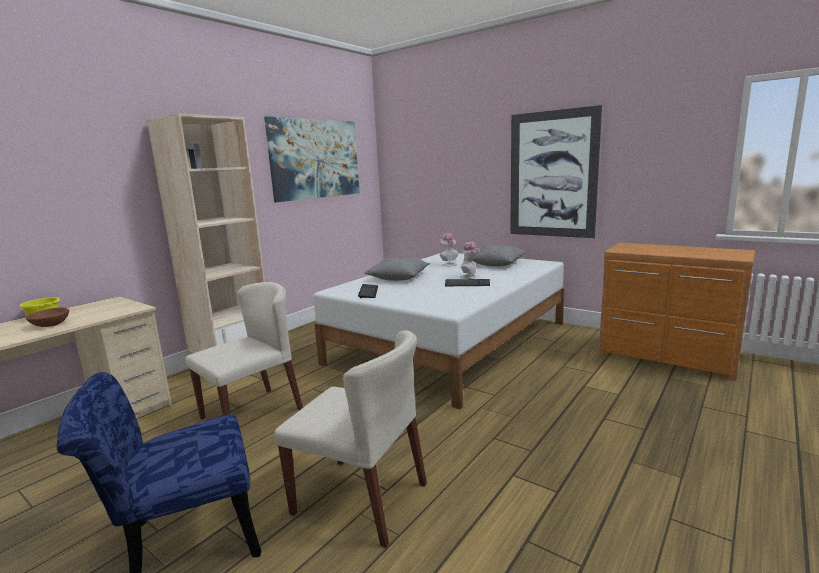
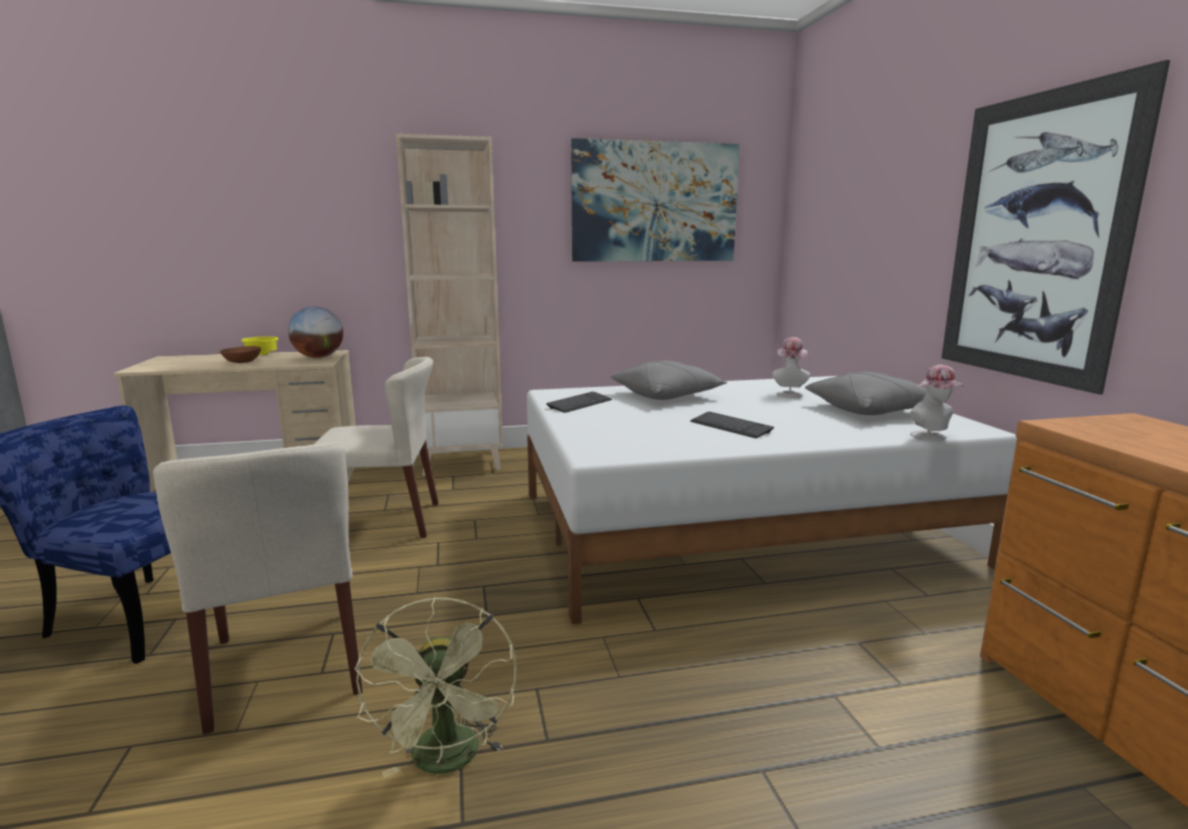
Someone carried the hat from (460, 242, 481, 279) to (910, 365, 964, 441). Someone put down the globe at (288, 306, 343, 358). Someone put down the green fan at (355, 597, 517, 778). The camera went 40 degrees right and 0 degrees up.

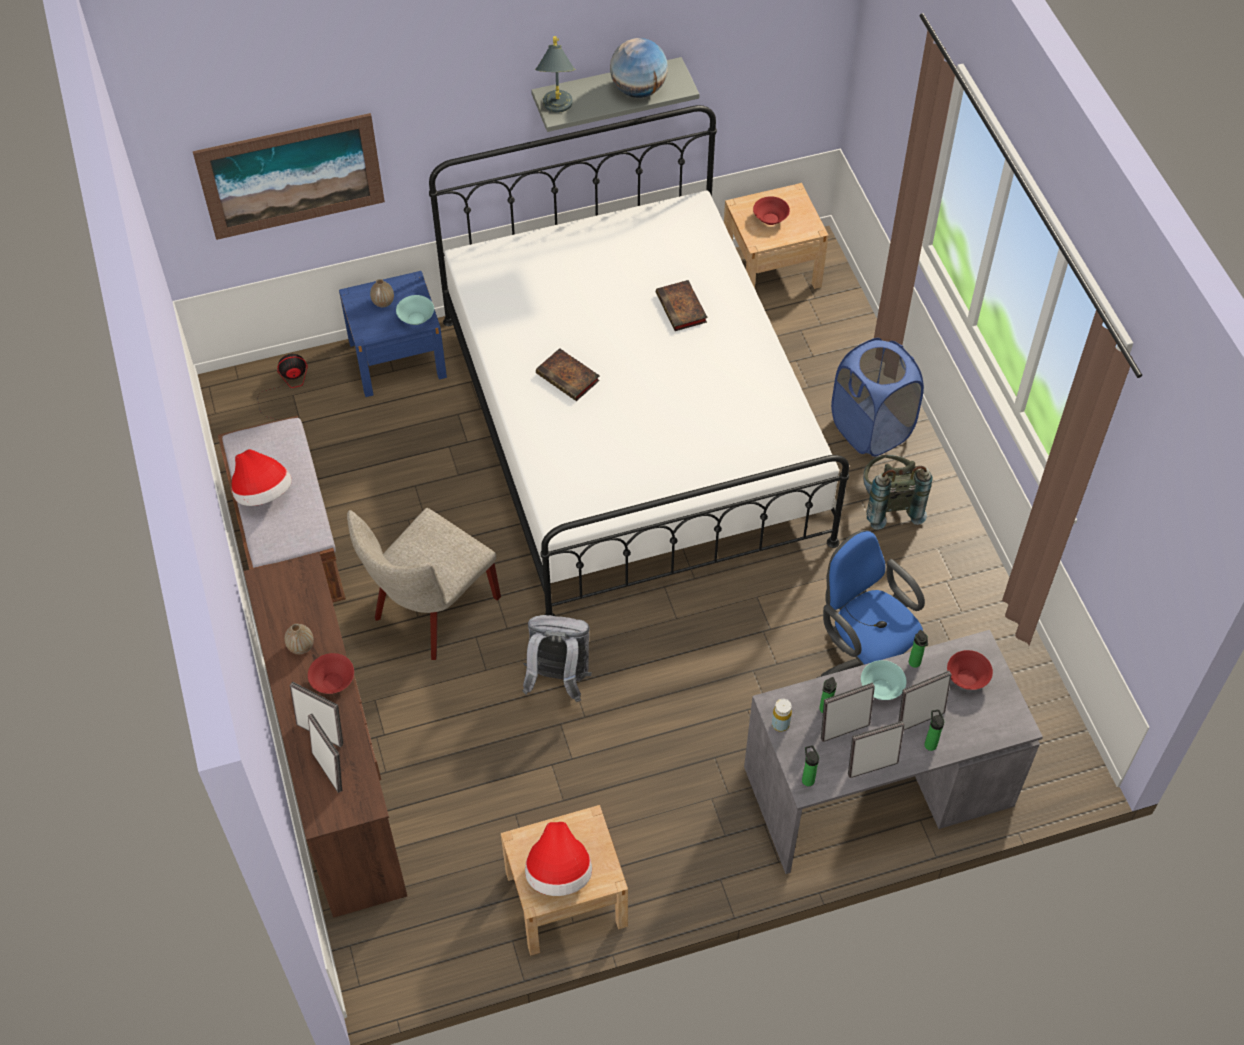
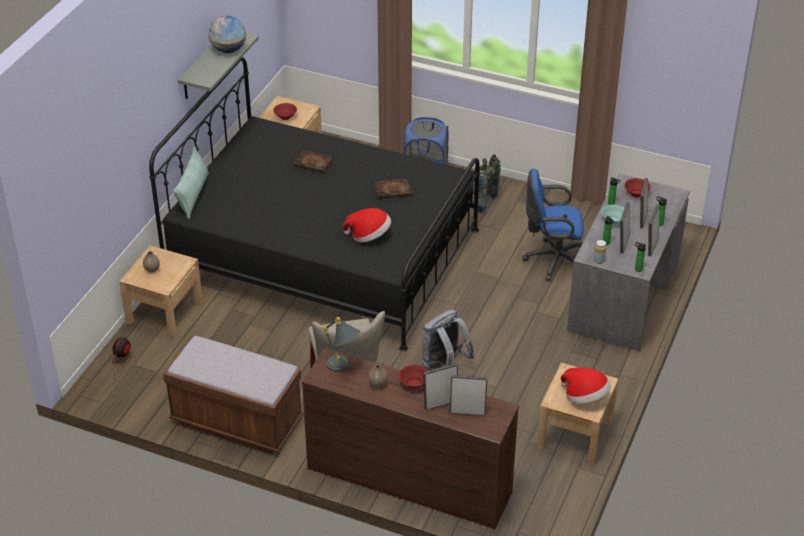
Someone carried the grey table lamp from (535, 36, 575, 113) to (322, 317, 361, 372). Someone repainted the white bed at (429, 105, 849, 616), which became the black bed at (149, 57, 480, 351). Someone took away the picture at (193, 113, 385, 240). Someone repainted the blue nightstand at (339, 271, 447, 397), which became the beige nightstand at (119, 245, 203, 338). Someone took away the turquoise bowl at (396, 295, 434, 325). Someone carried the book from (536, 348, 600, 401) to (374, 178, 412, 199). Someone carried the hat from (232, 449, 292, 506) to (343, 208, 391, 243). Someone put down the pillow at (173, 146, 209, 219). The camera went 50 degrees left and 15 degrees down.

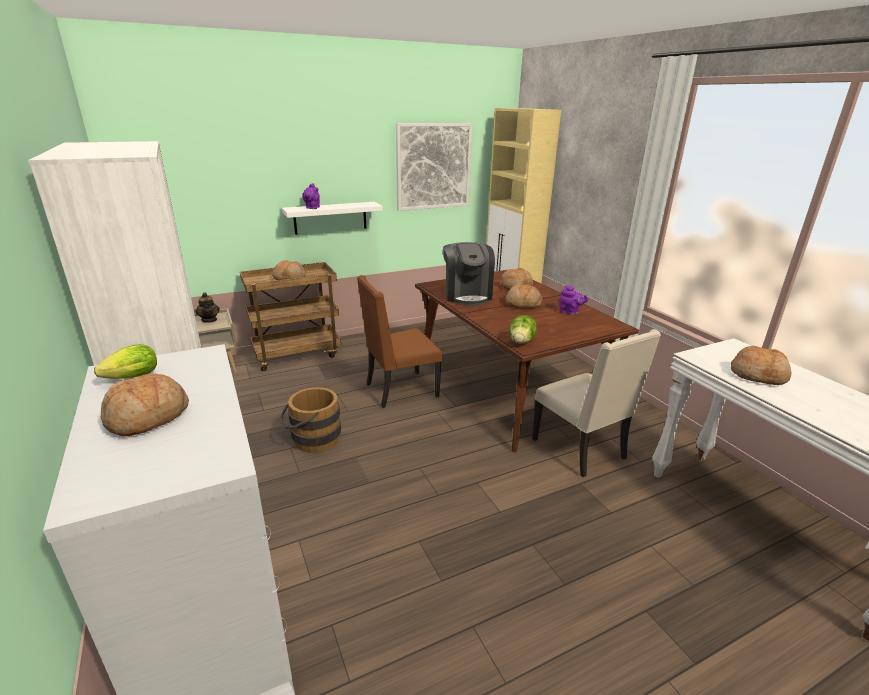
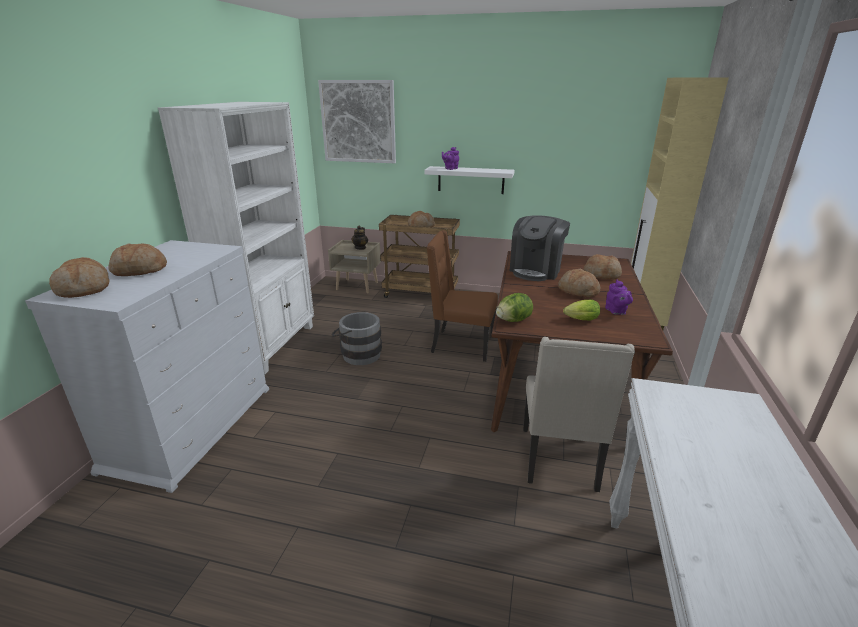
Someone carried the picture from (396, 123, 472, 211) to (318, 80, 396, 163). Someone carried the lettuce from (94, 344, 157, 379) to (563, 300, 600, 320). Someone carried the bread from (731, 345, 791, 385) to (49, 257, 110, 298). Someone repainted the brown bucket at (280, 387, 341, 453), which became the grey bucket at (331, 312, 382, 365). The camera went 40 degrees right and 0 degrees up.

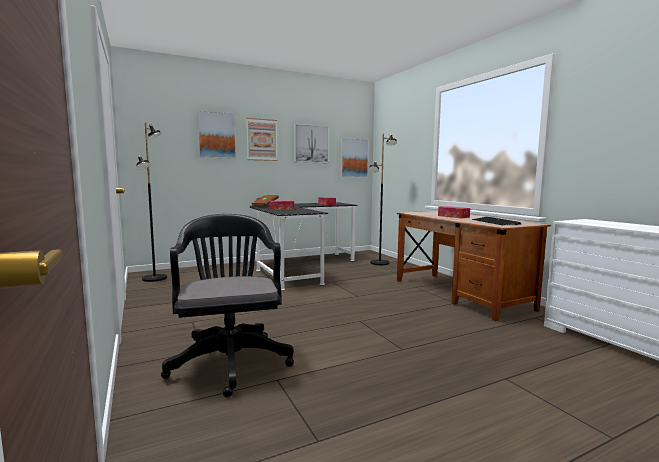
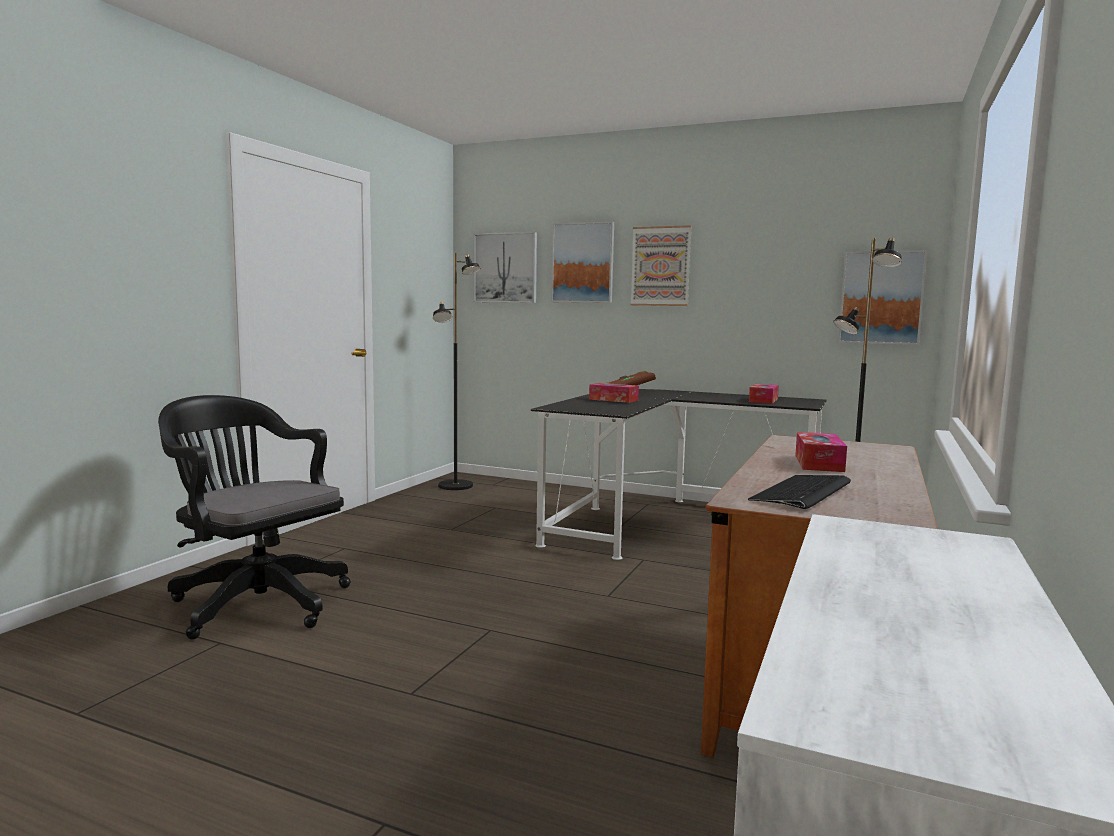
Someone carried the picture from (294, 124, 329, 163) to (473, 232, 537, 303). Someone rotated the black office chair at (161, 214, 294, 397) by 90 degrees counterclockwise. The camera went 50 degrees right and 0 degrees up.

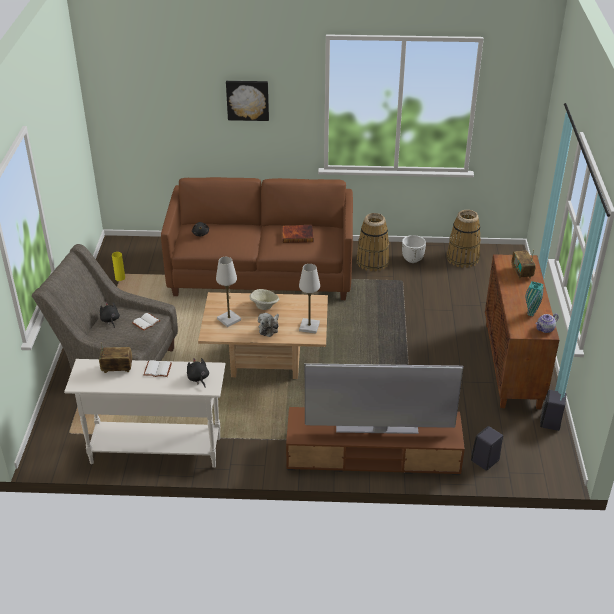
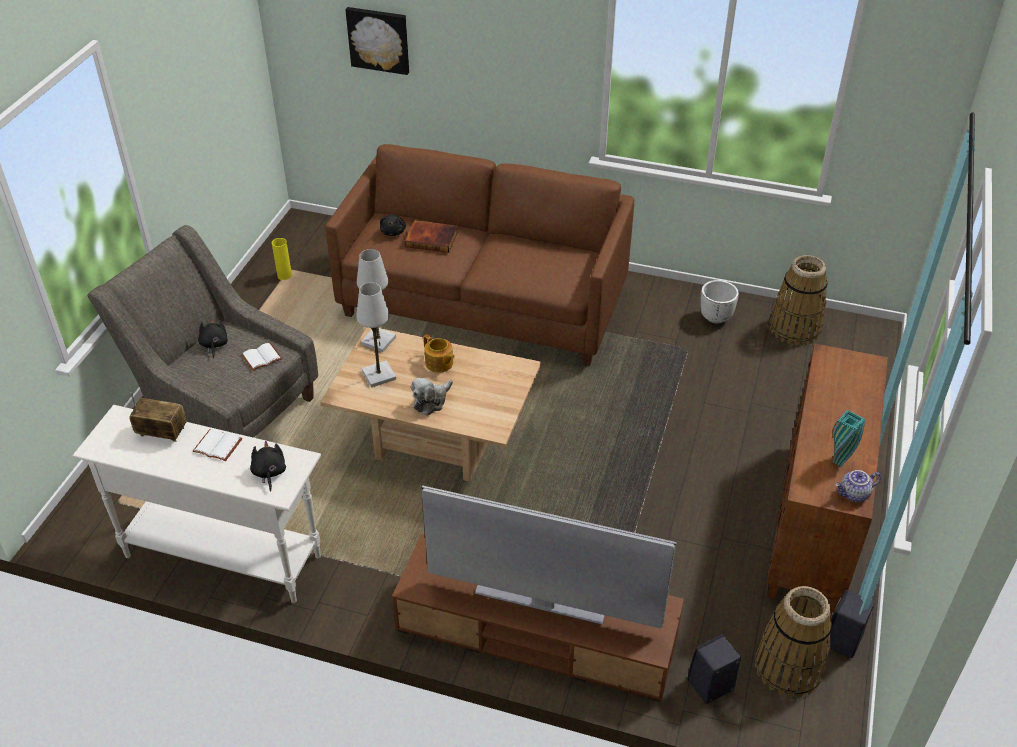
Someone carried the picture from (226, 81, 269, 121) to (345, 7, 409, 75). Someone carried the basket from (356, 213, 389, 272) to (755, 586, 832, 697). Someone carried the book from (282, 225, 313, 243) to (405, 220, 458, 253). Someone took away the radio at (511, 250, 536, 279). Someone carried the white table lamp from (299, 264, 320, 334) to (357, 249, 396, 352). Someone swapped the beige bowl at (250, 289, 279, 310) for the teapot at (423, 334, 455, 373). The camera went 15 degrees right and 5 degrees up.

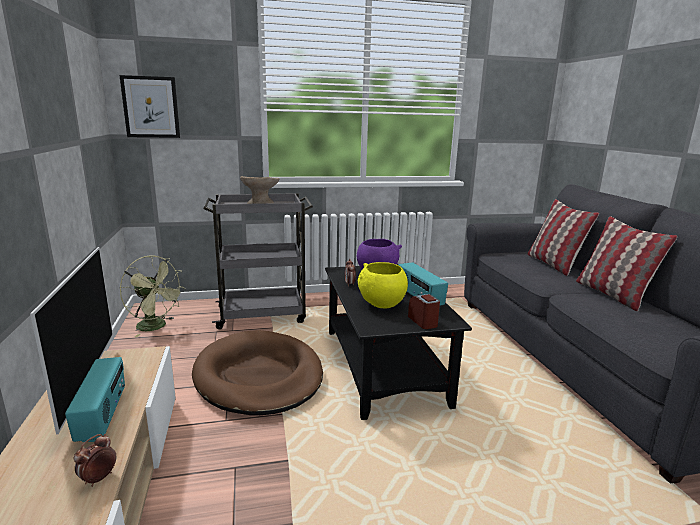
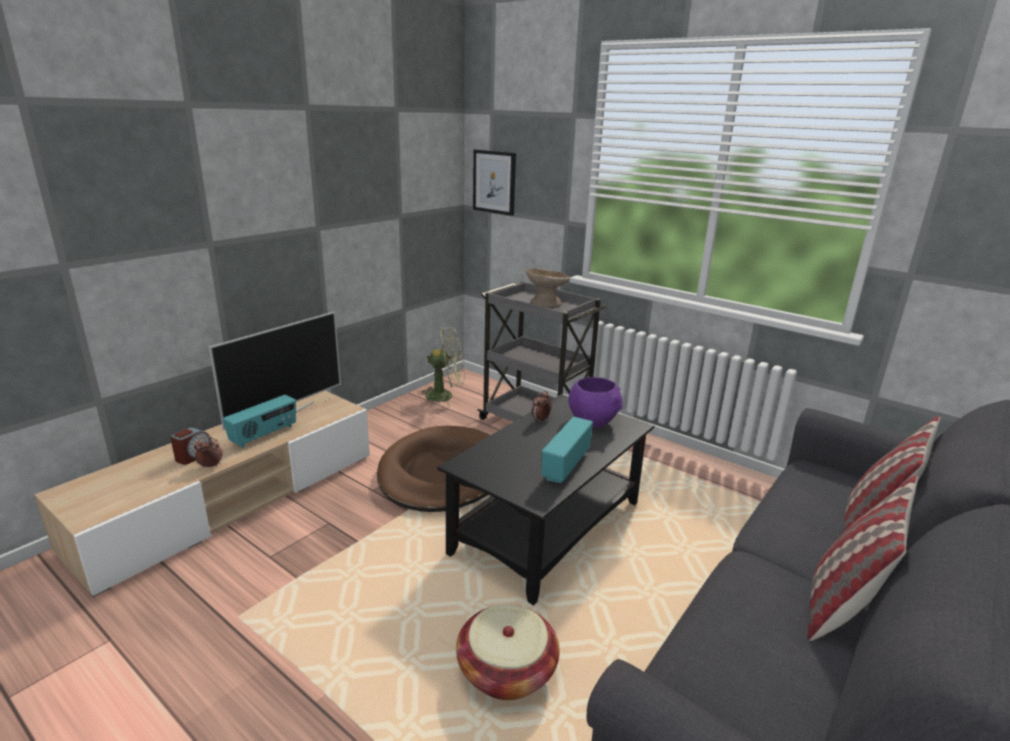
Someone rotated the green fan at (120, 256, 185, 337) by 90 degrees counterclockwise. Someone took away the yellow bowl at (358, 262, 408, 308). Someone carried the alarm clock from (408, 294, 440, 329) to (170, 427, 211, 465). Someone put down the basket at (456, 604, 560, 700). The camera went 50 degrees right and 5 degrees up.

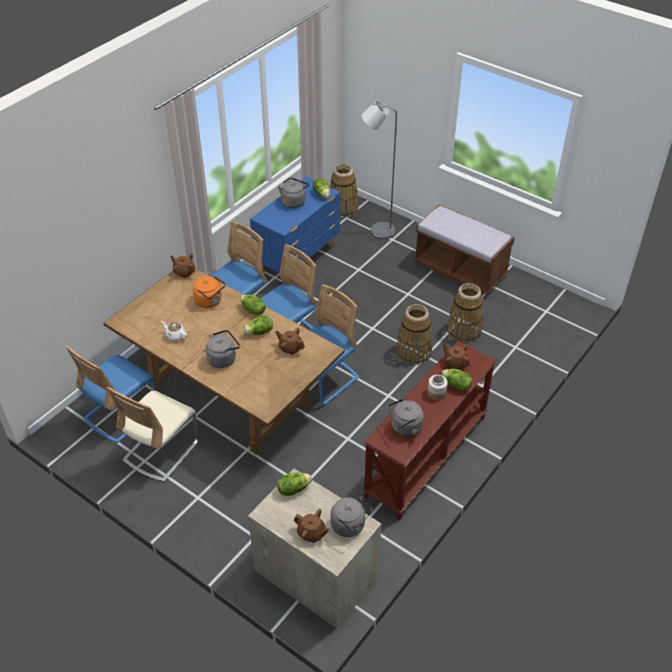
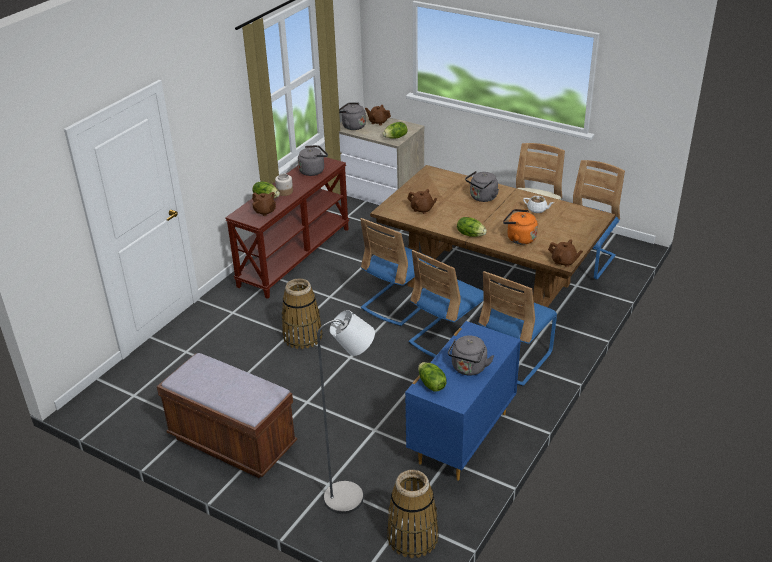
Someone took away the basket at (447, 283, 483, 343). Someone took away the lettuce at (243, 316, 273, 335). The camera went 175 degrees right and 10 degrees down.

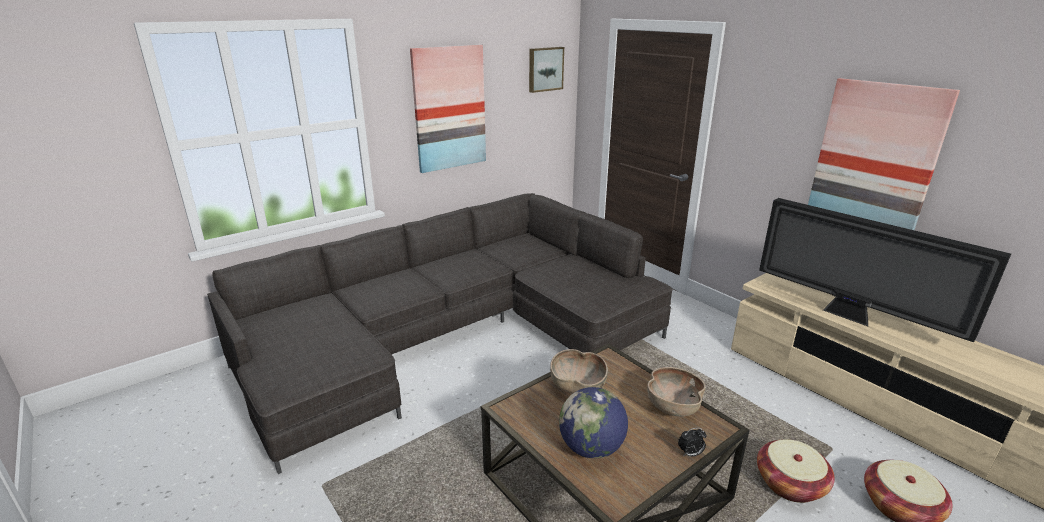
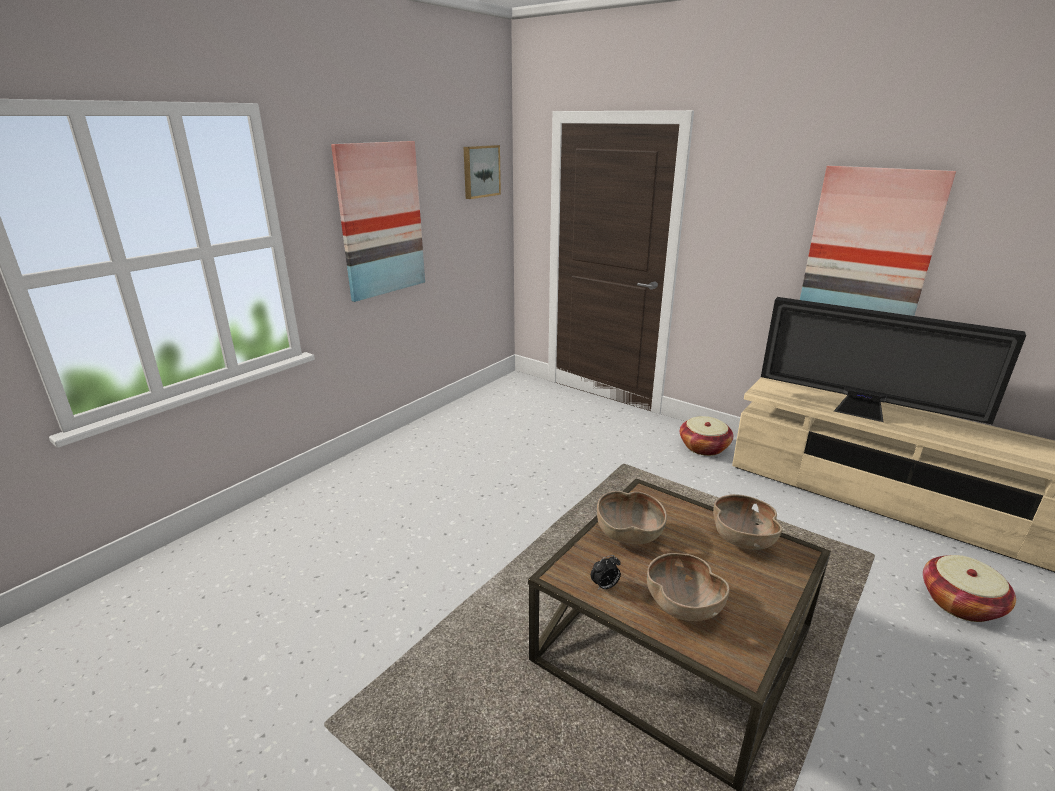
Someone took away the grey sofa at (207, 193, 673, 474). Someone swapped the globe at (559, 387, 628, 459) for the brown bowl at (647, 553, 730, 621). Someone carried the alarm clock from (678, 428, 707, 457) to (591, 555, 621, 590). Someone carried the basket from (757, 439, 835, 503) to (680, 416, 733, 456). The camera went 15 degrees left and 0 degrees up.

